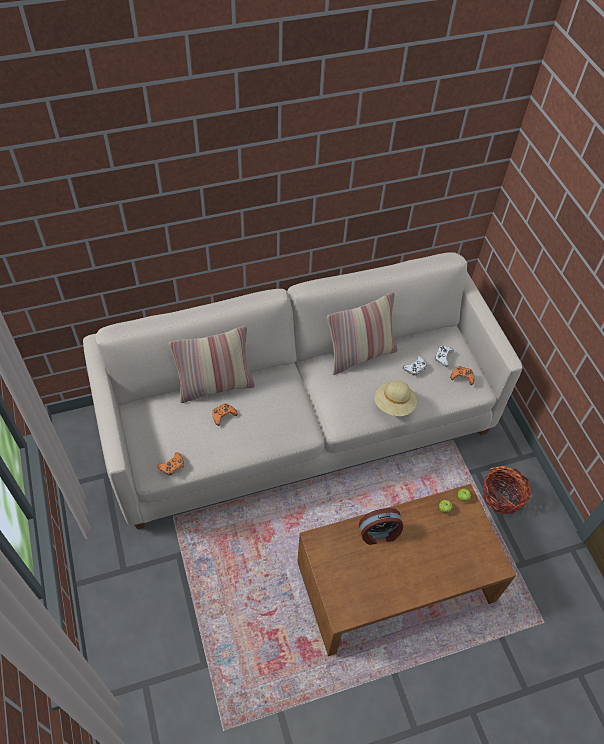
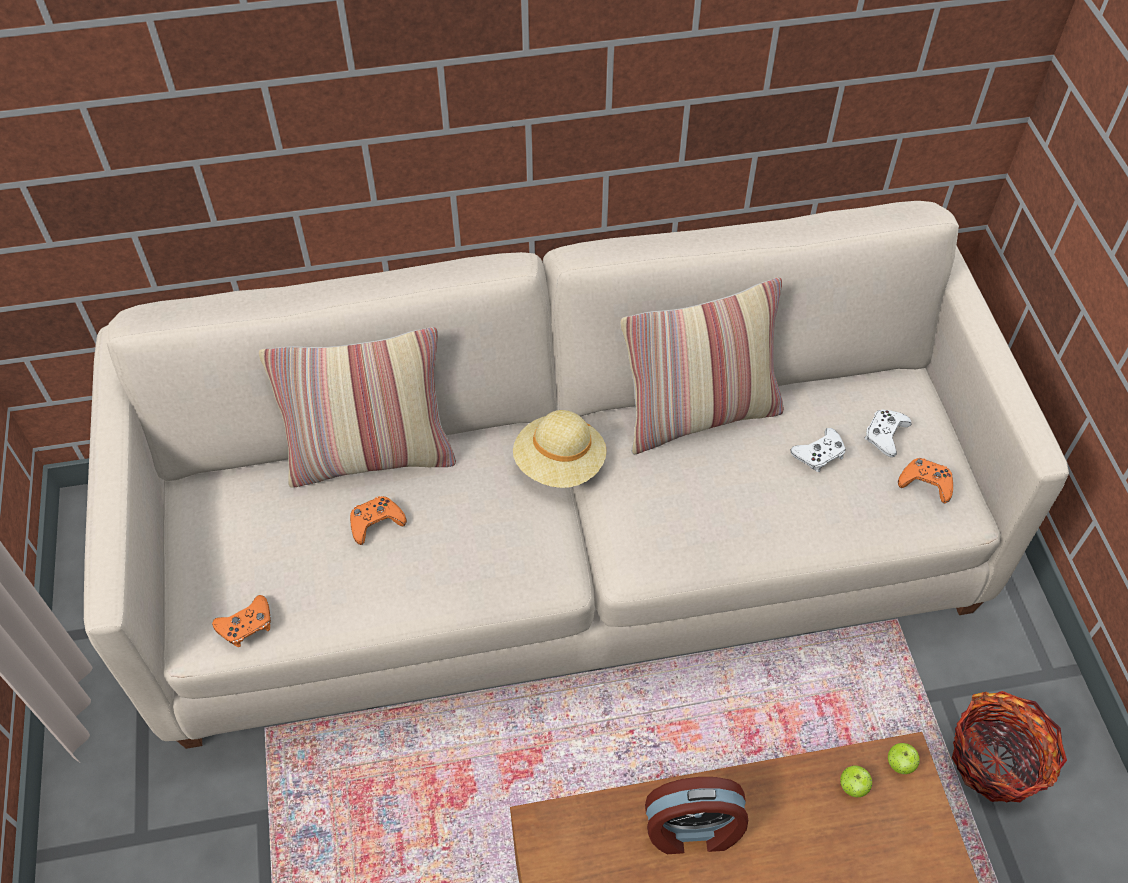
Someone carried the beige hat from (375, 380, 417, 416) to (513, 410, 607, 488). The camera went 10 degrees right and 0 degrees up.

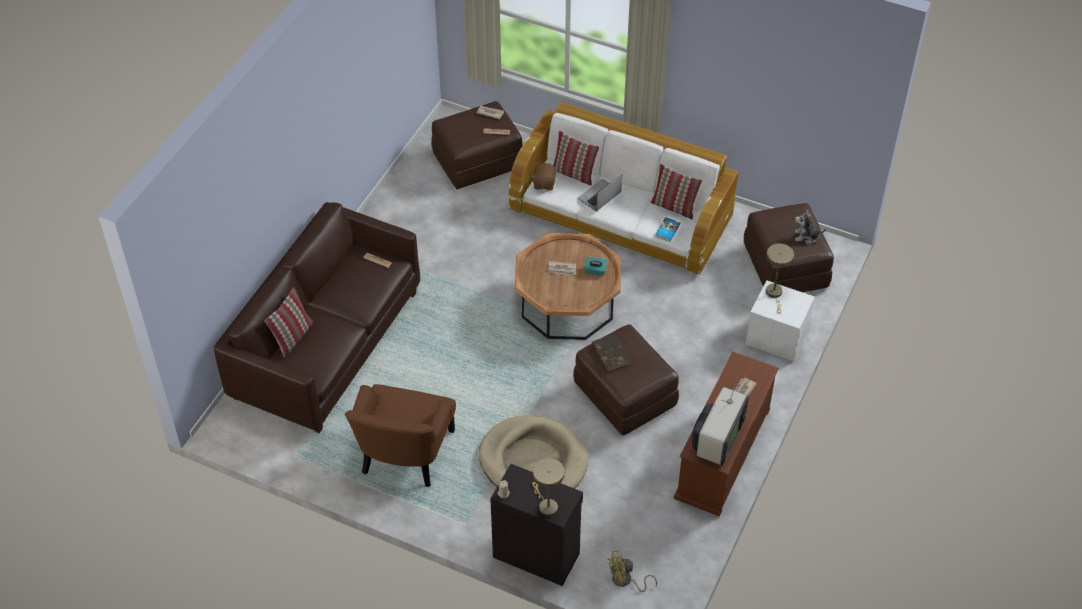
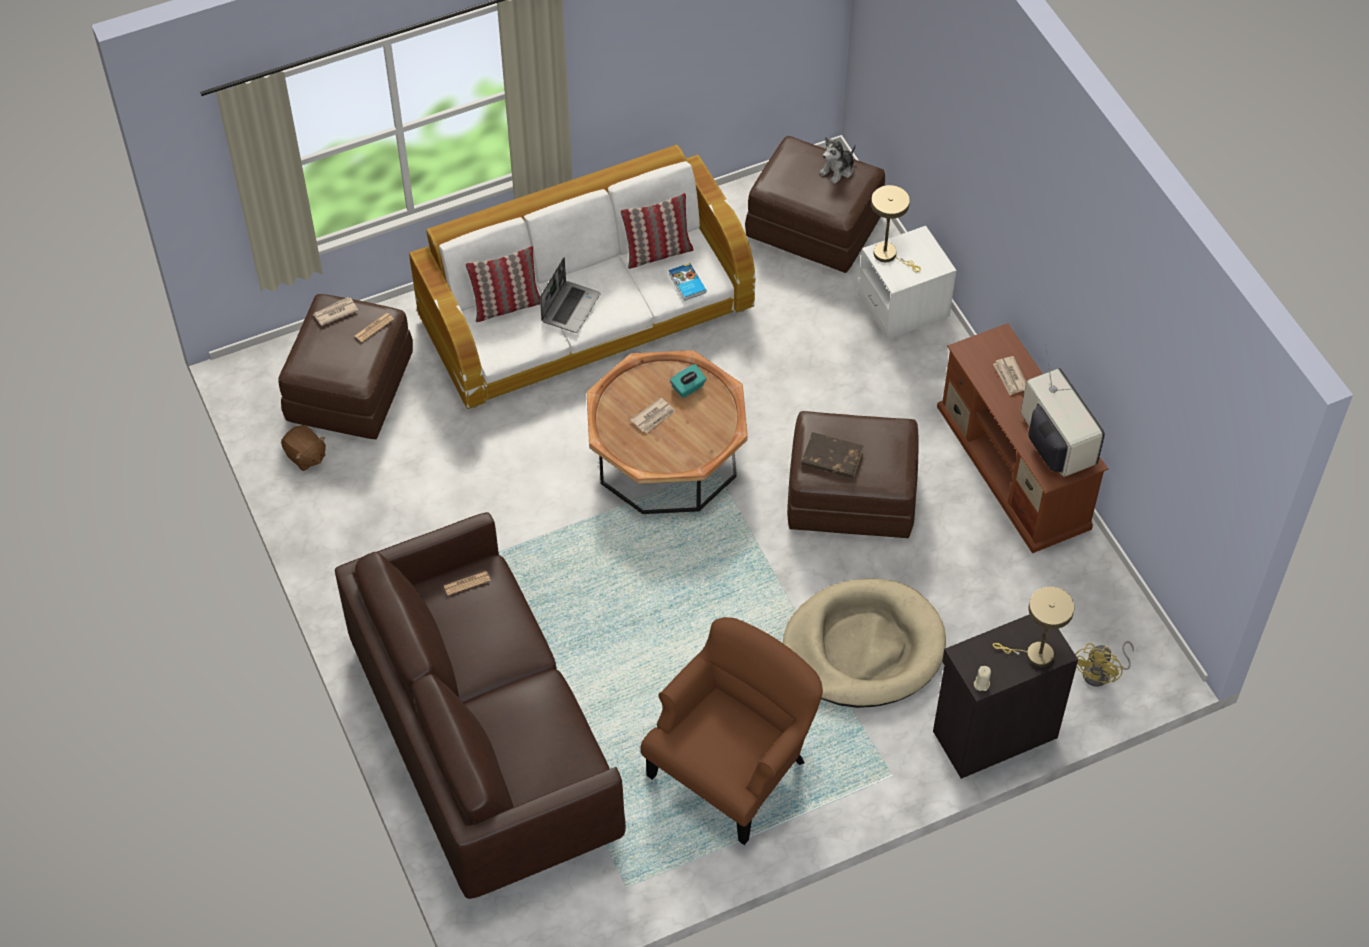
Someone carried the brown plush toy from (531, 163, 556, 191) to (281, 425, 326, 471). Someone rotated the laptop at (578, 174, 622, 211) by 150 degrees counterclockwise. Someone took away the pillow at (265, 287, 313, 357). Someone rotated the brown armchair at (345, 384, 456, 487) by 105 degrees counterclockwise. The camera went 50 degrees left and 5 degrees up.

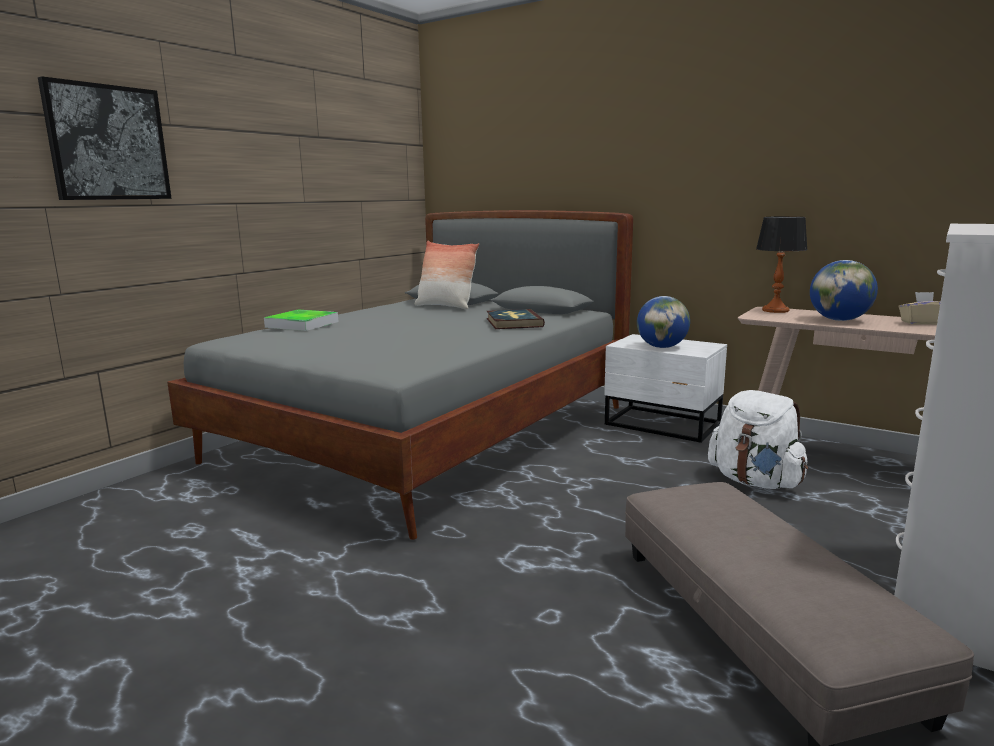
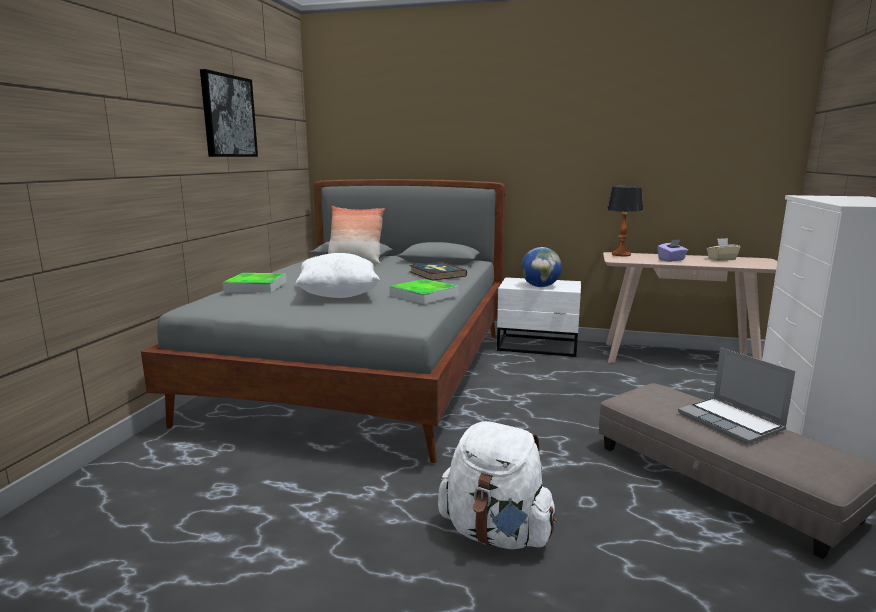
Someone carried the picture from (38, 76, 172, 200) to (200, 69, 258, 157). Someone swapped the globe at (810, 260, 878, 321) for the purple tissue box at (657, 239, 688, 262). Someone carried the white backpack from (708, 390, 808, 489) to (438, 421, 557, 549). Someone put down the white pillow at (295, 253, 380, 298). Someone put down the tray at (390, 279, 459, 304). Someone put down the laptop at (678, 347, 795, 444). The camera went 20 degrees left and 0 degrees up.

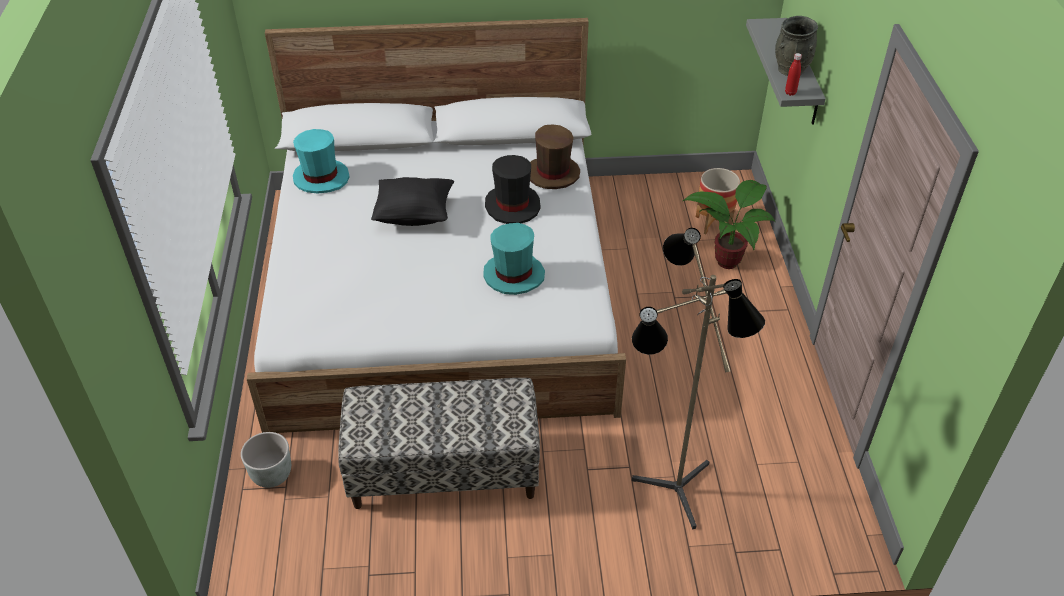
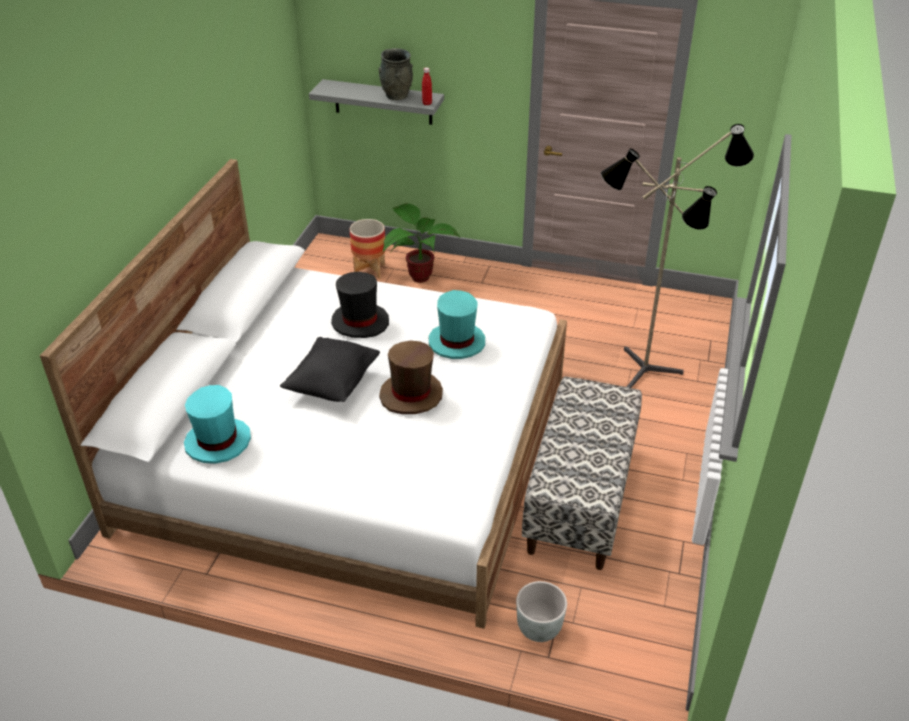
Someone carried the brown hat from (530, 124, 580, 189) to (379, 341, 443, 414). The camera went 70 degrees left and 5 degrees down.

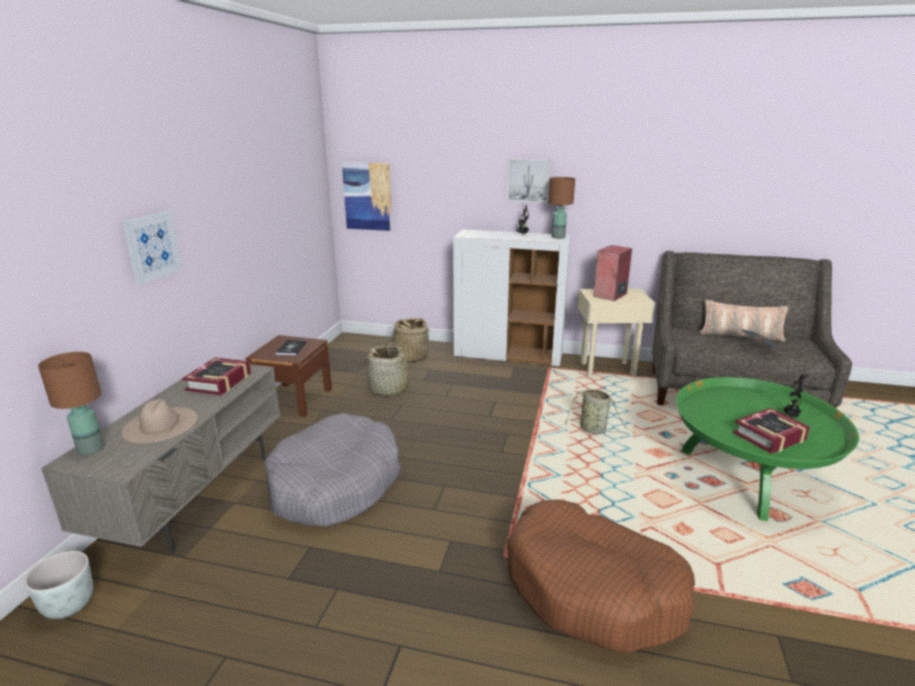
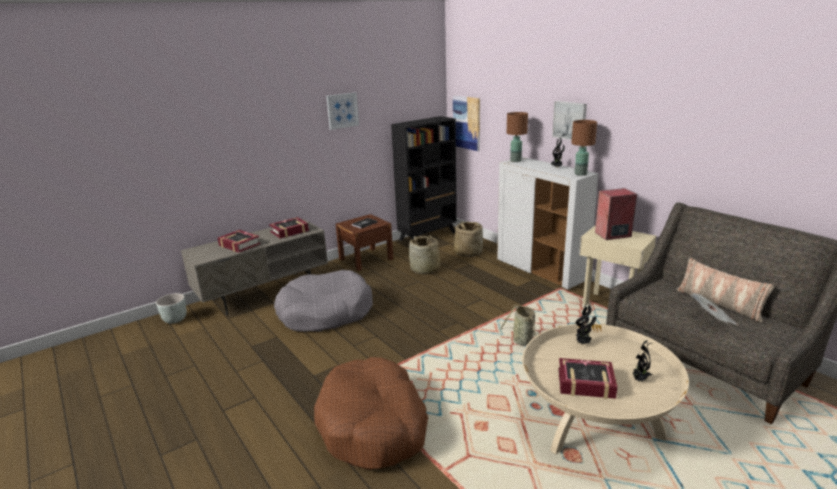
Someone carried the picture from (122, 211, 182, 285) to (326, 92, 359, 130). Someone carried the brown table lamp from (38, 352, 104, 455) to (507, 112, 528, 162). Someone repainted the green coffee table at (676, 377, 859, 521), which became the beige coffee table at (522, 323, 689, 454). Someone swapped the beige hat at (122, 399, 198, 443) for the book at (218, 230, 260, 253). Someone put down the black bookcase at (391, 116, 457, 241). Someone put down the potted plant at (576, 305, 596, 344). The camera went 40 degrees right and 0 degrees up.

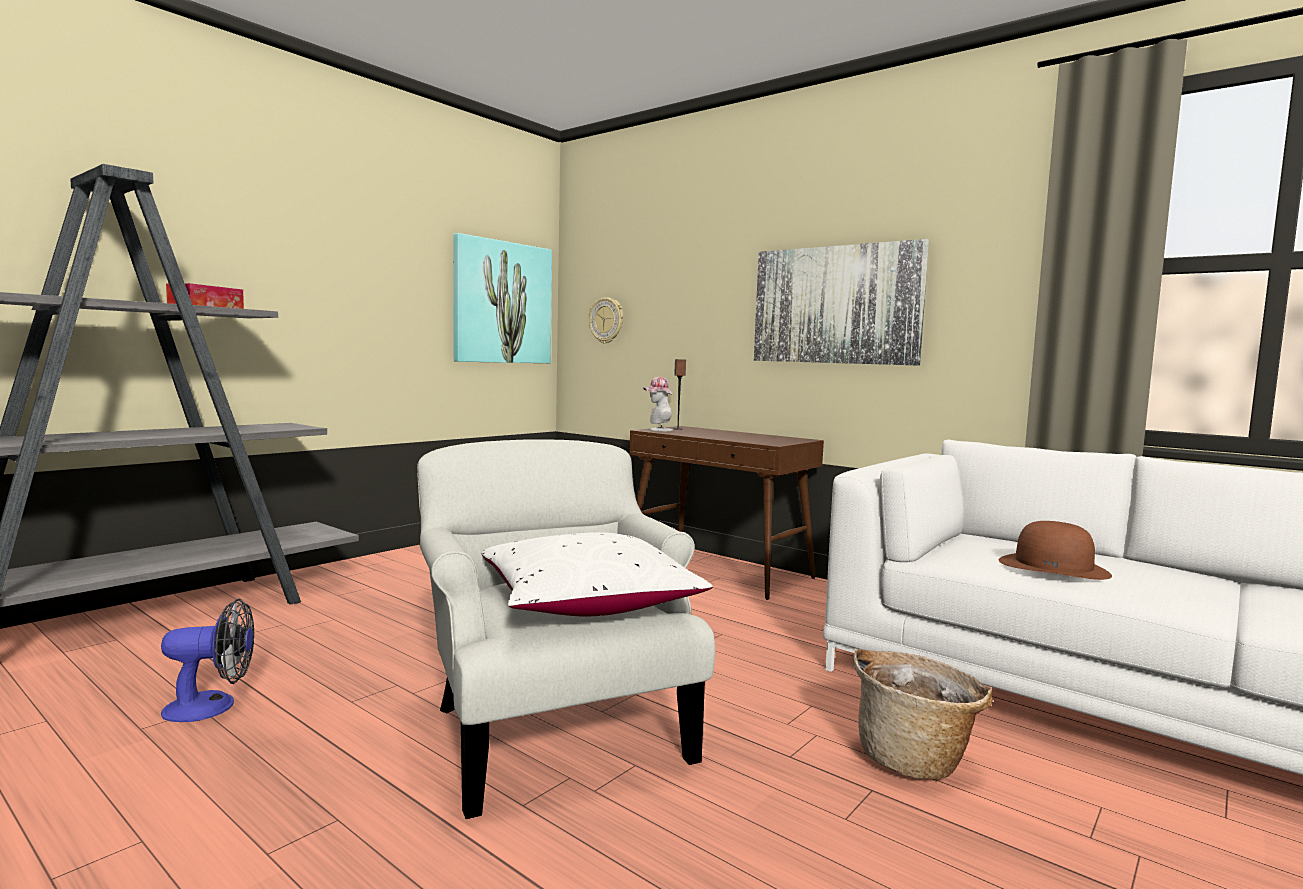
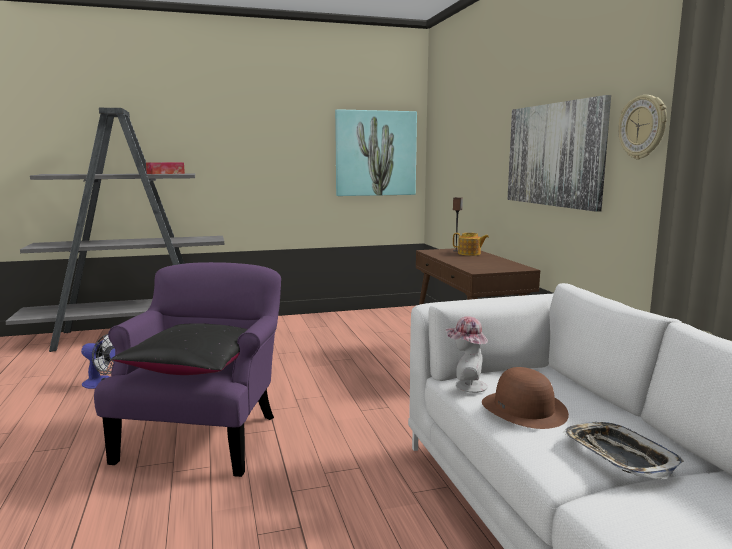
Someone carried the wall clock from (589, 297, 623, 344) to (618, 95, 667, 159). Someone carried the hat from (643, 377, 673, 431) to (446, 316, 488, 393). Someone repainted the white armchair at (417, 439, 715, 819), which became the purple armchair at (94, 262, 281, 477). Someone repainted the white pillow at (482, 532, 713, 617), which became the black pillow at (111, 323, 248, 375). Someone took away the basket at (853, 649, 993, 779). Someone put down the teapot at (453, 233, 489, 256). Someone put down the tray at (563, 422, 684, 479). The camera went 35 degrees right and 5 degrees up.

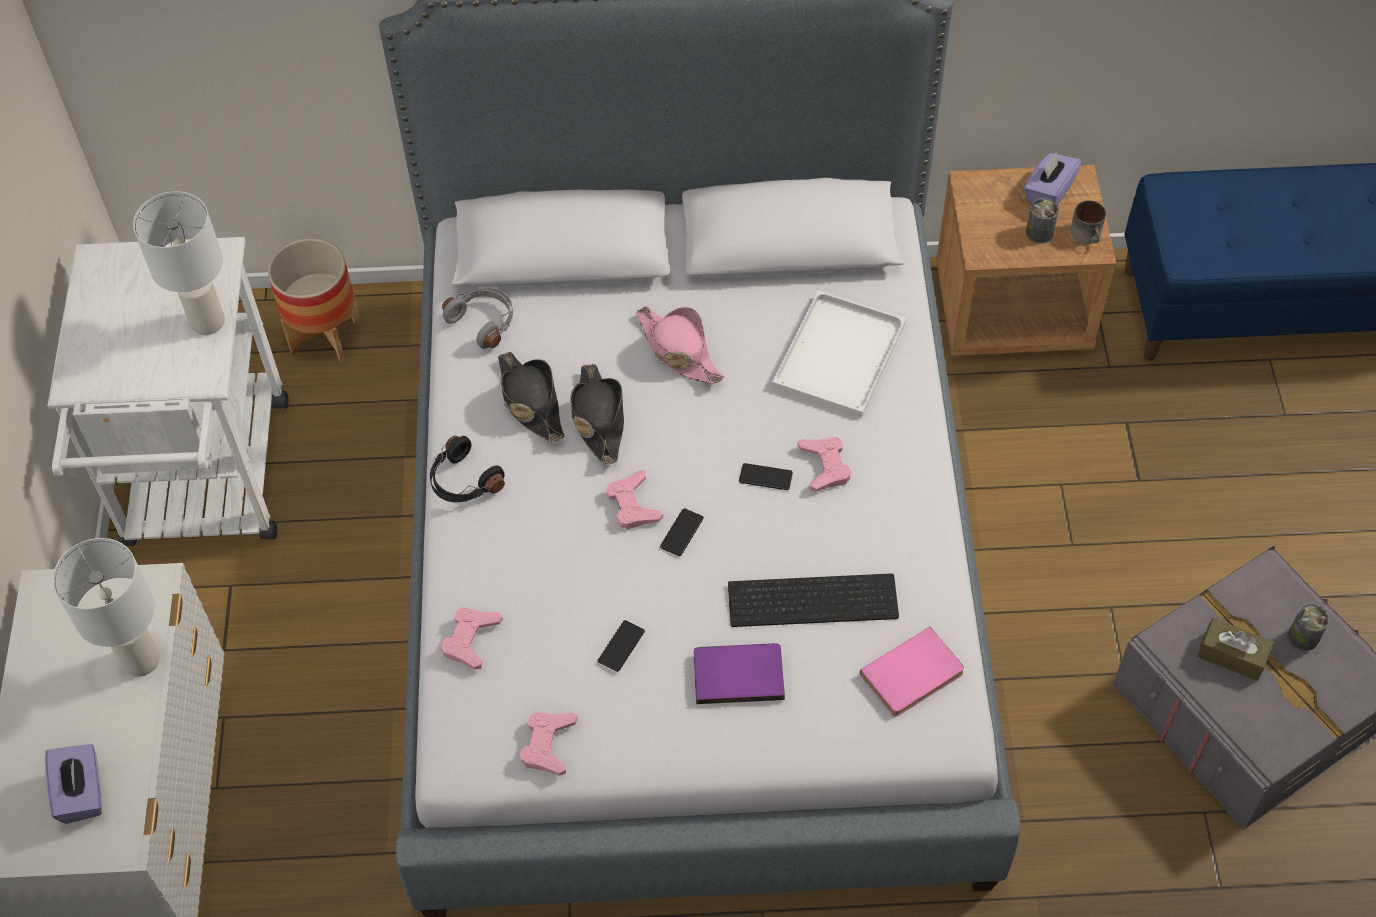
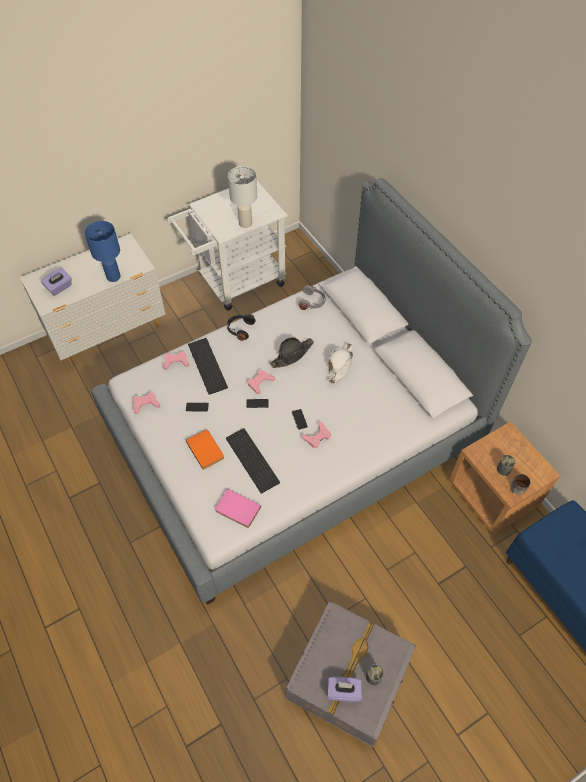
Someone carried the purple tissue box from (1024, 152, 1081, 205) to (327, 677, 362, 702). Someone took away the planter at (268, 238, 361, 363). Someone took away the white tray at (772, 290, 906, 418). Someone repainted the pink hat at (636, 306, 724, 384), which became the white hat at (328, 343, 353, 384). Someone took away the black hat at (498, 352, 565, 442). Someone repainted the white table lamp at (52, 538, 160, 677), which became the blue table lamp at (84, 221, 120, 282). Someone took away the brown tissue box at (1197, 618, 1274, 681). Someone repainted the purple book at (694, 643, 785, 704), which became the orange book at (186, 430, 224, 470). Someone put down the keyboard at (188, 338, 228, 395). The camera went 60 degrees right and 0 degrees up.

